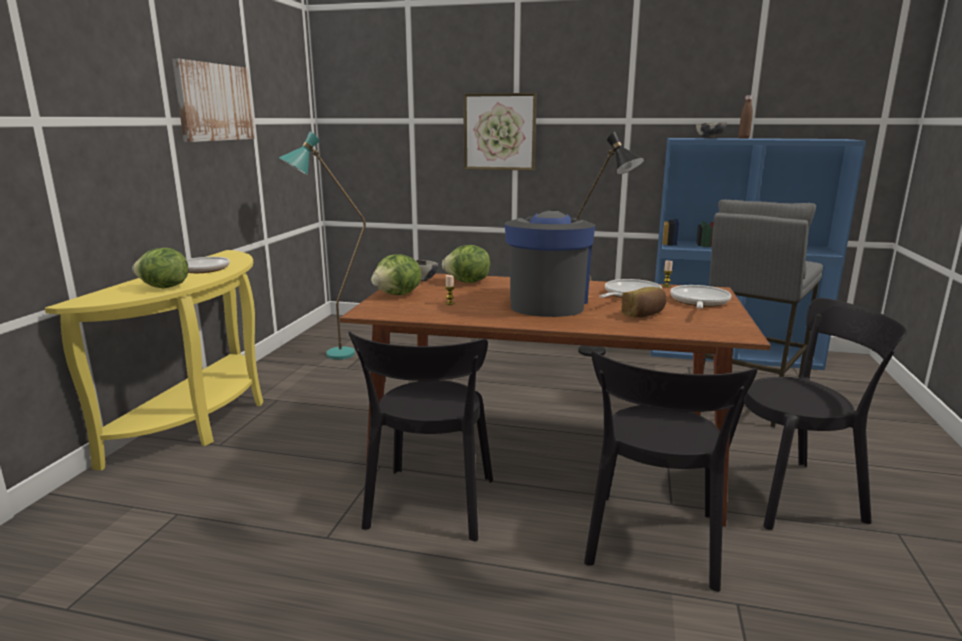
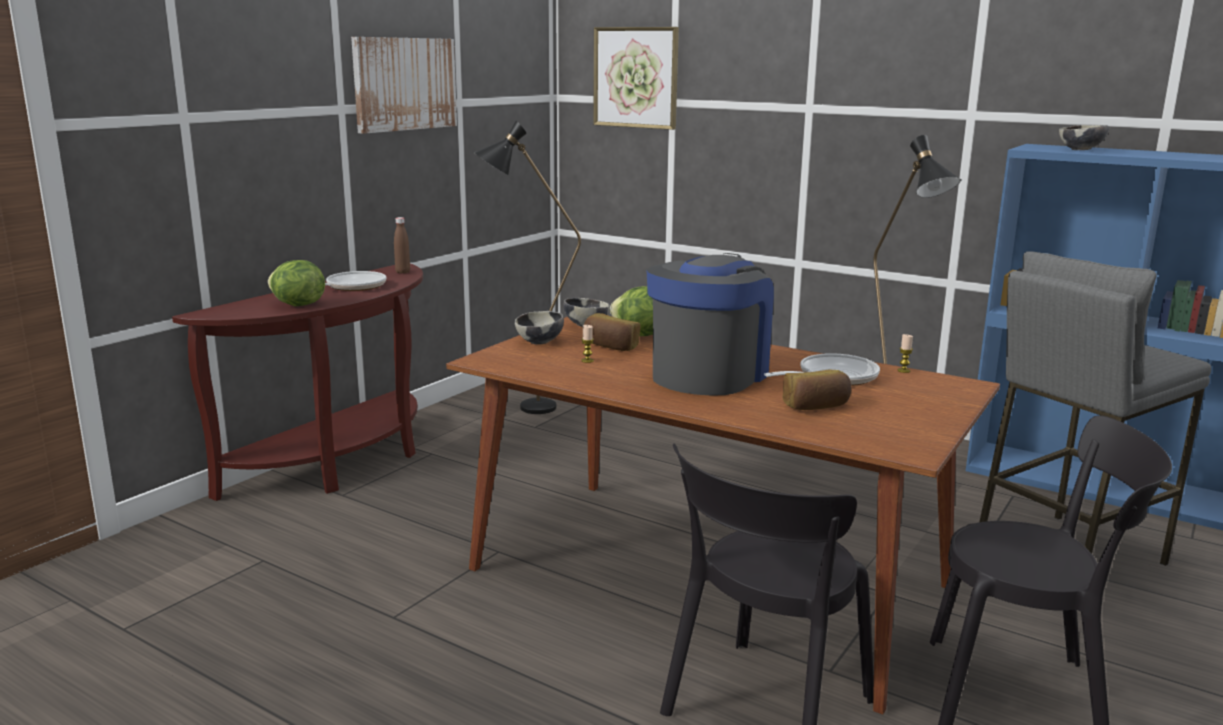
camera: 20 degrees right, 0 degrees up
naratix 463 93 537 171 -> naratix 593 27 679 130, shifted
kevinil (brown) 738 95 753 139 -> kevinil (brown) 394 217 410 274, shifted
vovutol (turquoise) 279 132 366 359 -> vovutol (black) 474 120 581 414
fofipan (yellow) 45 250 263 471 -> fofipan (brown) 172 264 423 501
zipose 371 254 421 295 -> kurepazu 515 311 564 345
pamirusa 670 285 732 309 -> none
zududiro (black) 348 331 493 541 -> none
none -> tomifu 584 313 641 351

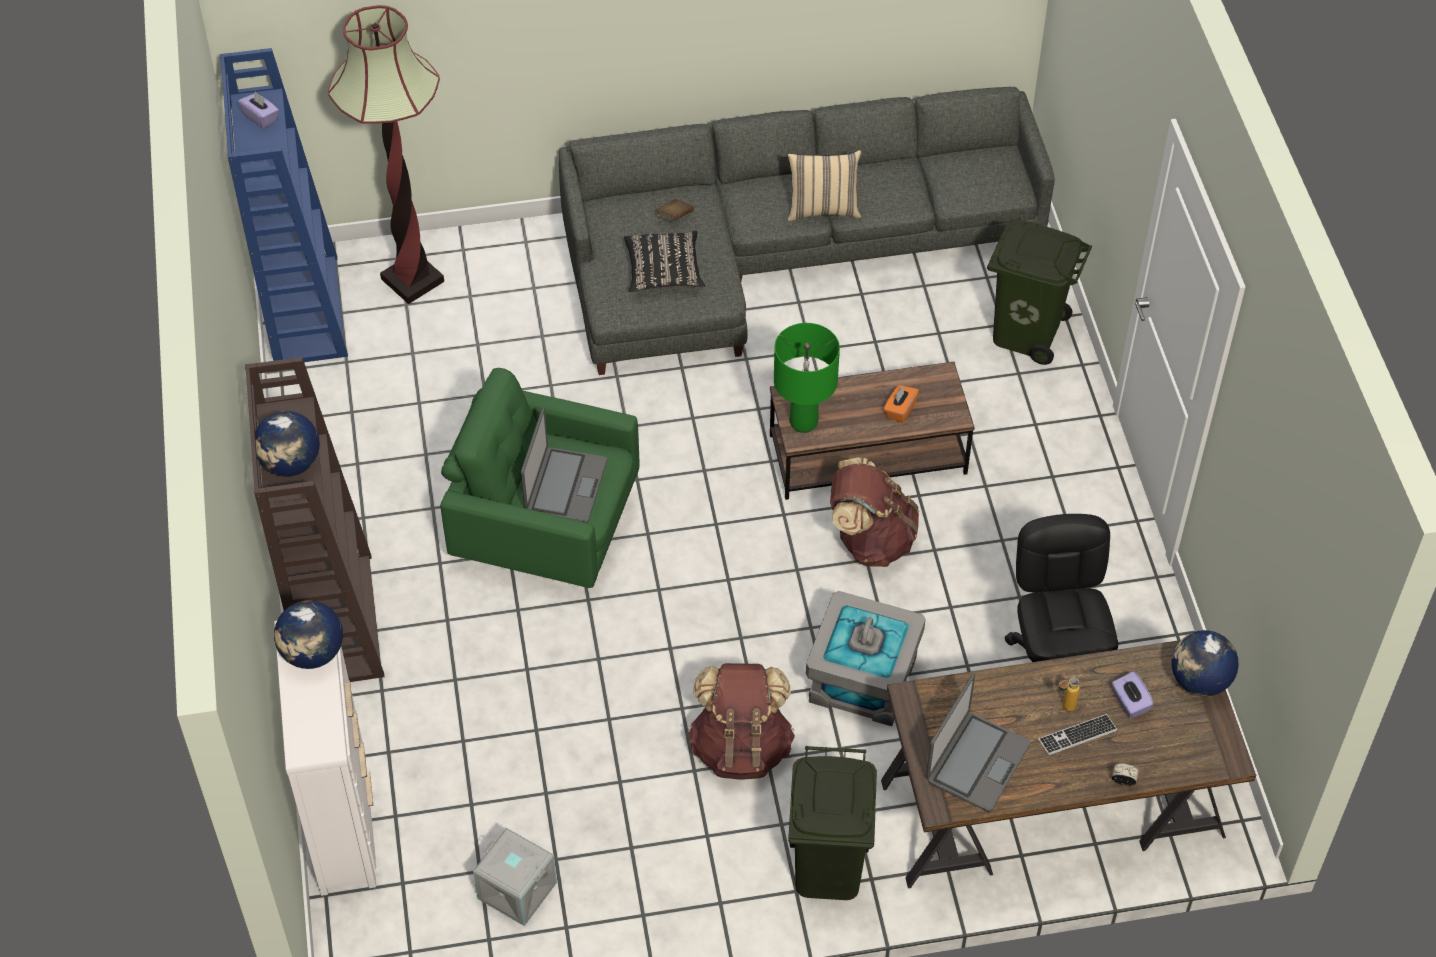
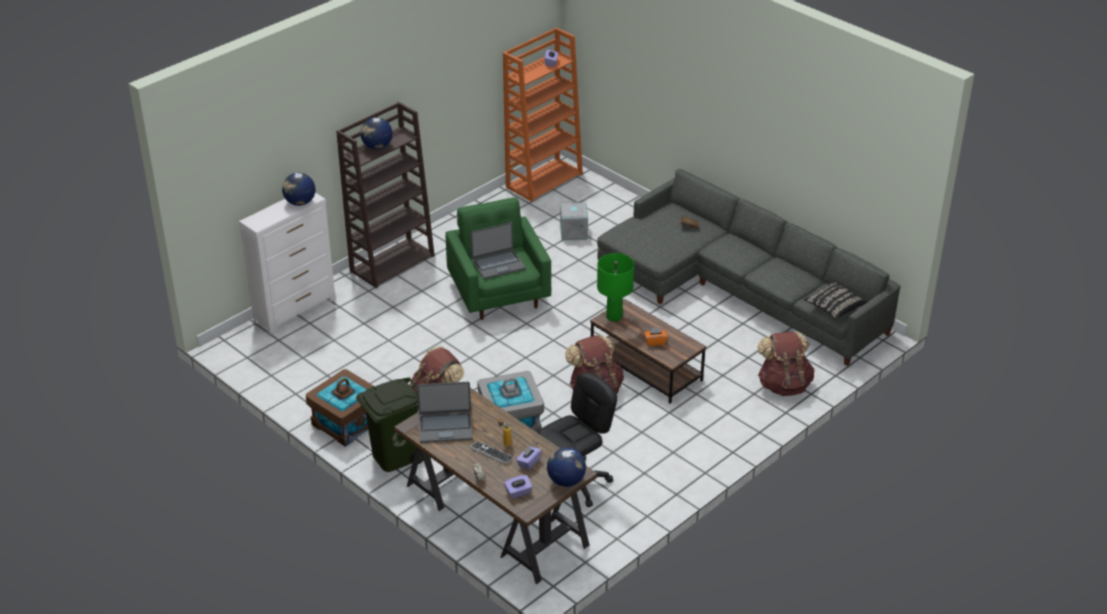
camera: 55 degrees right, 15 degrees down
vovutol 328 5 444 304 -> none
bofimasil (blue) 220 48 348 362 -> bofimasil (orange) 503 27 583 202
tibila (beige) 788 150 861 221 -> none
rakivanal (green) 987 218 1092 365 -> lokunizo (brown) 758 331 814 396
tibila (black) 624 231 705 292 -> tibila (black) 804 282 867 320, shifted
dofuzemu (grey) 473 828 557 926 -> dofuzemu (grey) 560 202 588 241, shifted
none -> dofuzemu (brown) 306 369 373 447
none -> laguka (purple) 504 475 532 499

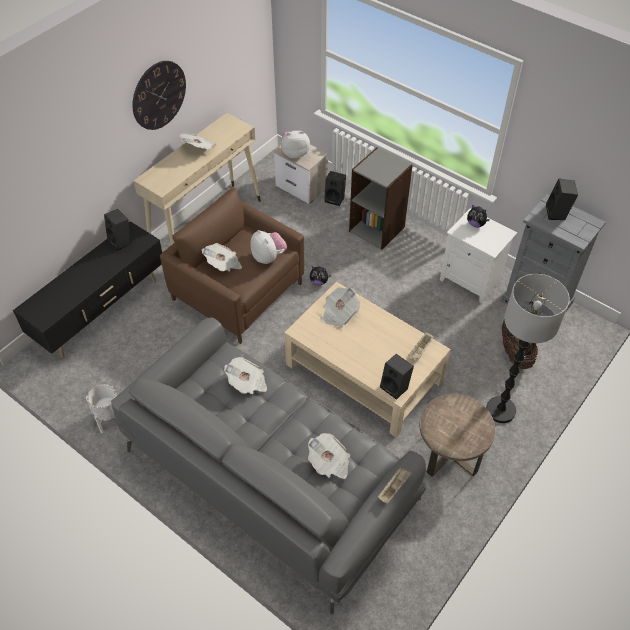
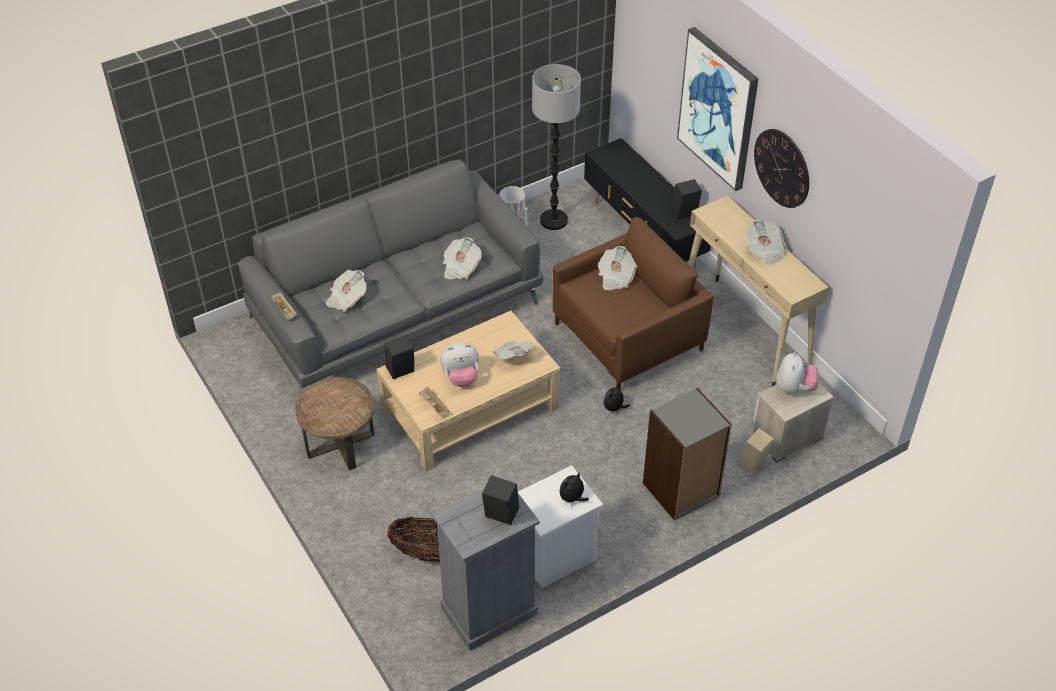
camera: 110 degrees right, 5 degrees down
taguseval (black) 324 171 346 206 -> taguseval (beige) 738 428 774 474
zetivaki 250 230 287 264 -> zetivaki 440 342 479 387, shifted
vovutol 486 274 570 423 -> vovutol 532 64 581 230, shifted
none -> naratix 677 27 759 191

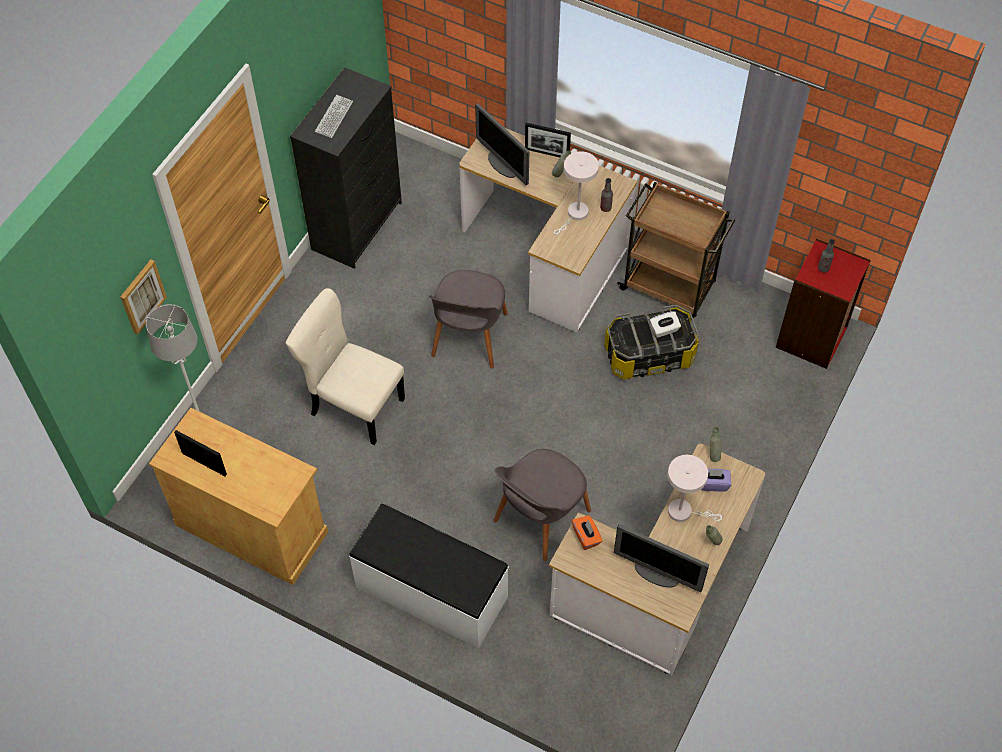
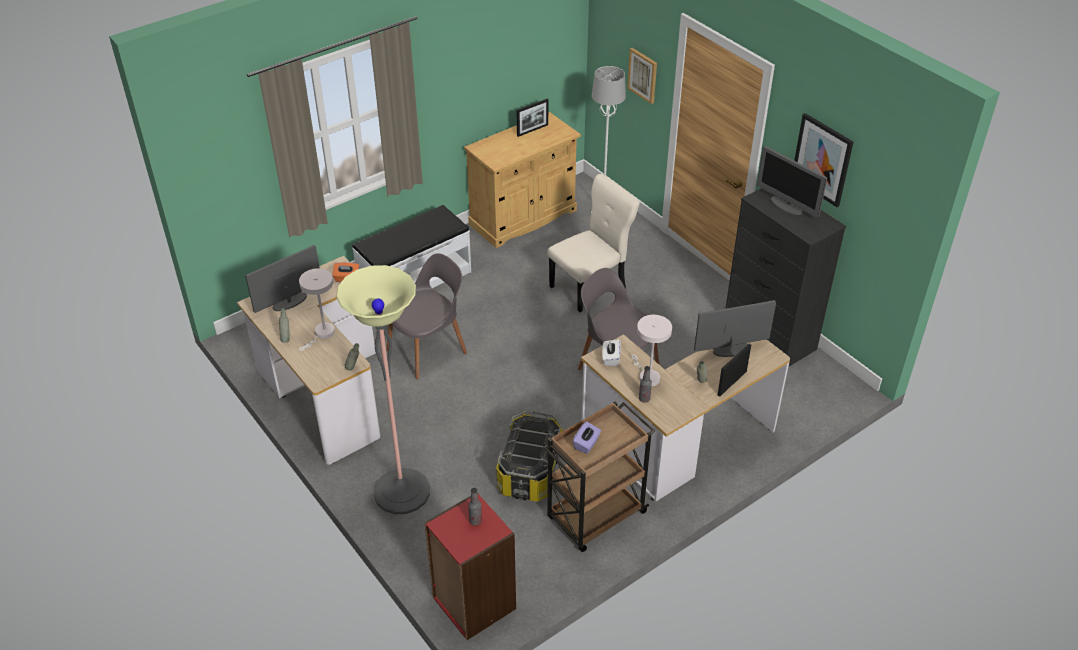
camera: 115 degrees right, 15 degrees down
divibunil 315 95 353 138 -> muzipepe 757 146 827 218
laguka (white) 650 311 681 338 -> laguka (white) 602 339 621 366, shifted
zududiro (grey) 493 449 591 561 -> zududiro (grey) 387 253 467 380, 75 degrees clockwise
laguka (purple) 701 469 732 492 -> laguka (purple) 573 421 601 454, shifted
none -> naratix 794 113 853 207
none -> vovutol 336 265 430 514

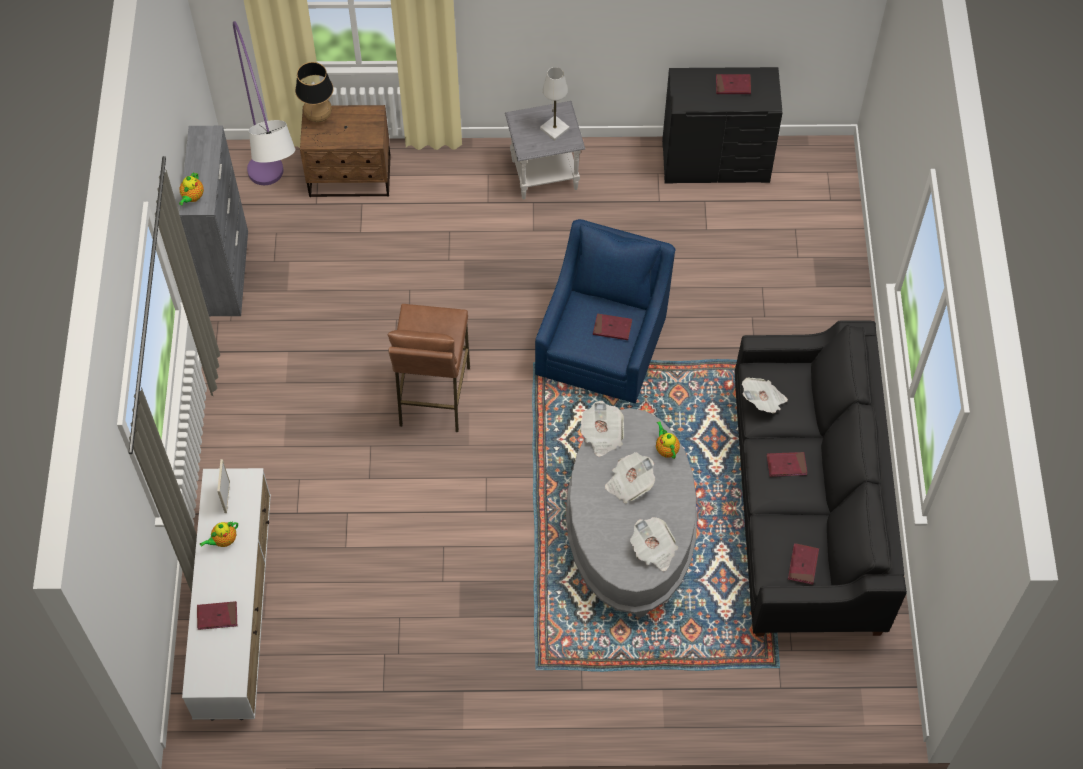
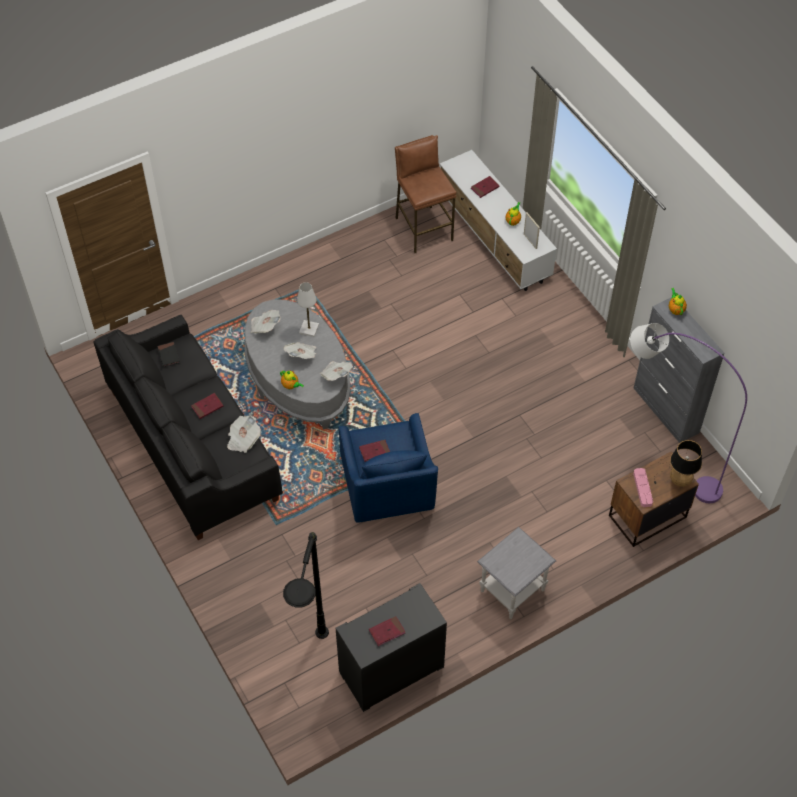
camera: 150 degrees right, 5 degrees down
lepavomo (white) 540 67 570 141 -> lepavomo (white) 297 282 319 337, shifted
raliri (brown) 388 304 470 432 -> raliri (brown) 395 135 456 253, shifted
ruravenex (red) 788 543 819 585 -> ruravenex (black) 157 342 180 367
none -> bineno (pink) 633 468 653 507
none -> vovutol (black) 283 532 329 639

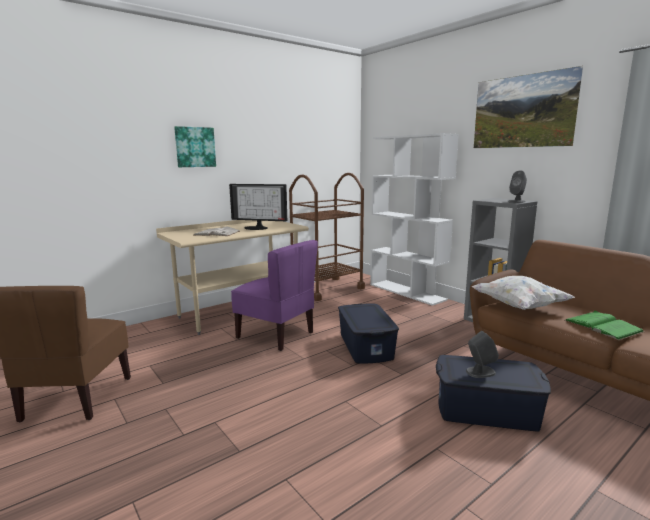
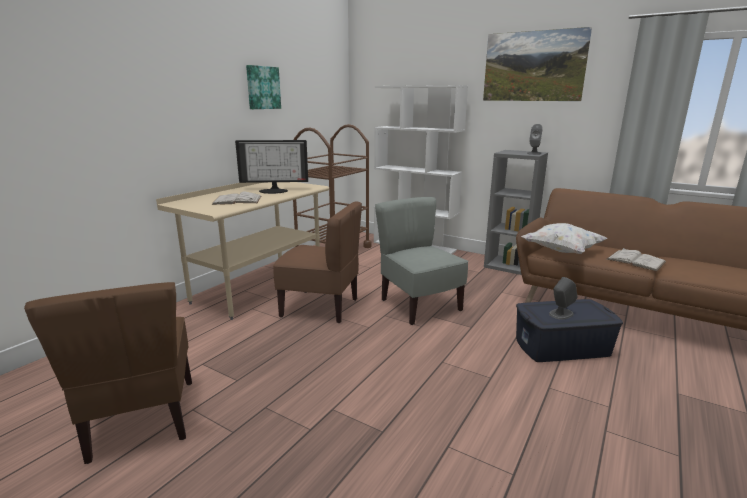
camera: 20 degrees left, 5 degrees up
naratix 174 126 216 167 -> naratix 246 65 281 109, shifted
zududiro (purple) 231 240 318 351 -> zududiro (brown) 273 202 362 323
dofuzemu (blue) 338 304 399 364 -> zududiro (grey) 375 197 469 325
ruravenex (green) 564 310 644 340 -> ruravenex (white) 606 248 666 271

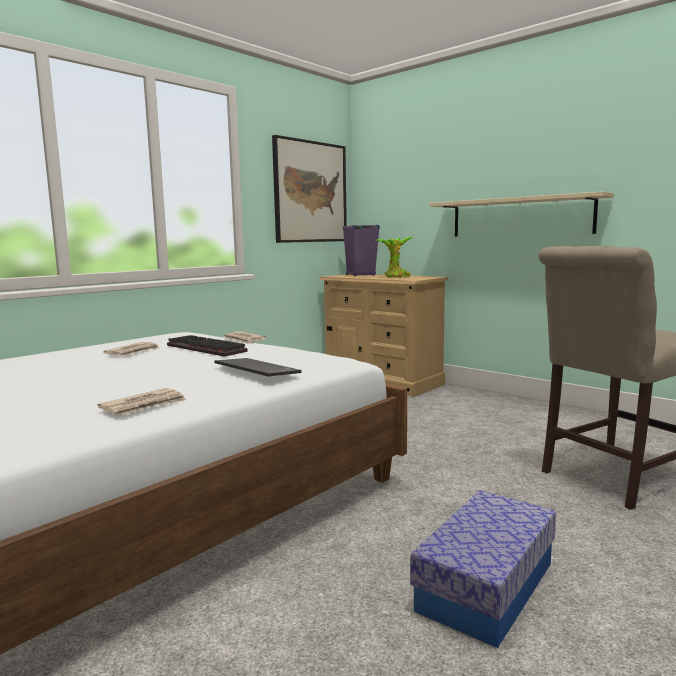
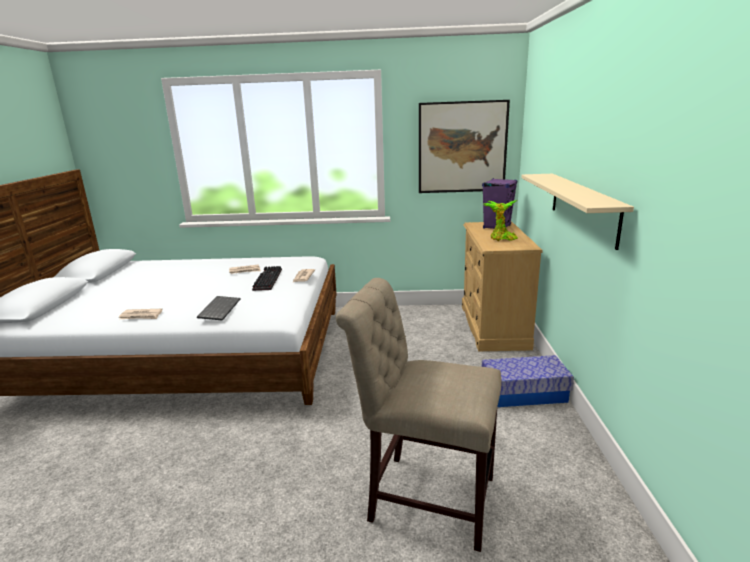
camera: 50 degrees right, 10 degrees up
dofuzemu 410 490 556 648 -> dofuzemu 482 355 574 407, shifted

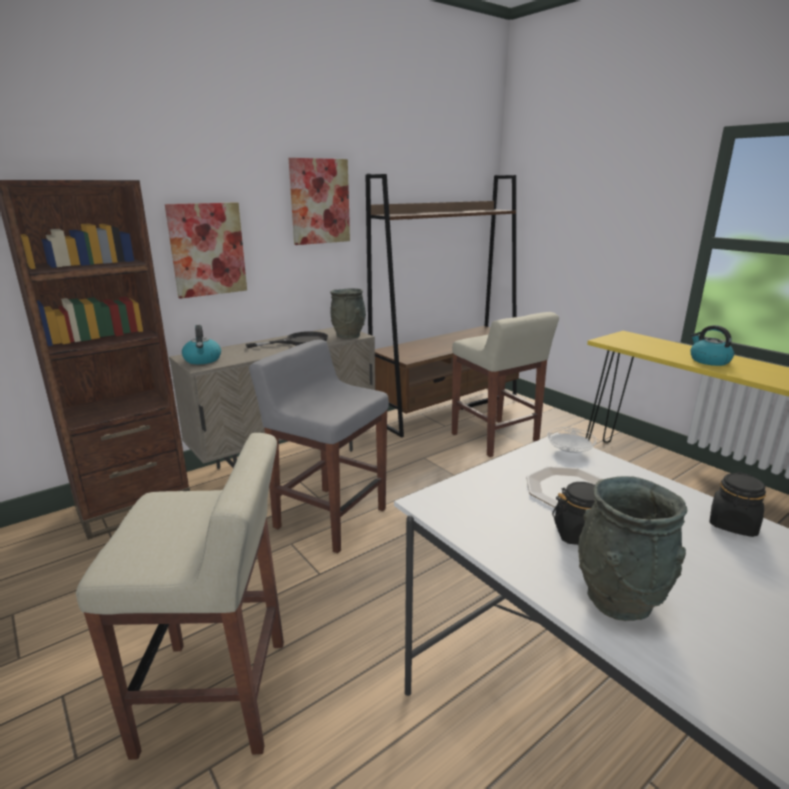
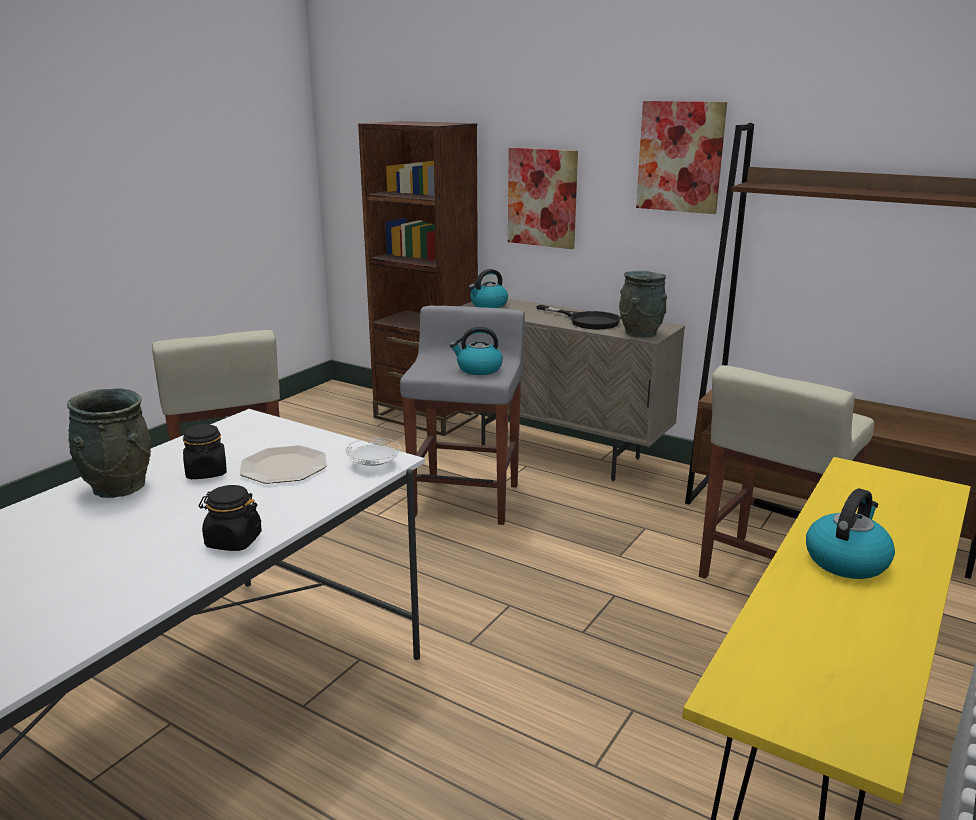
camera: 70 degrees right, 0 degrees up
none -> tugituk 450 327 503 375

